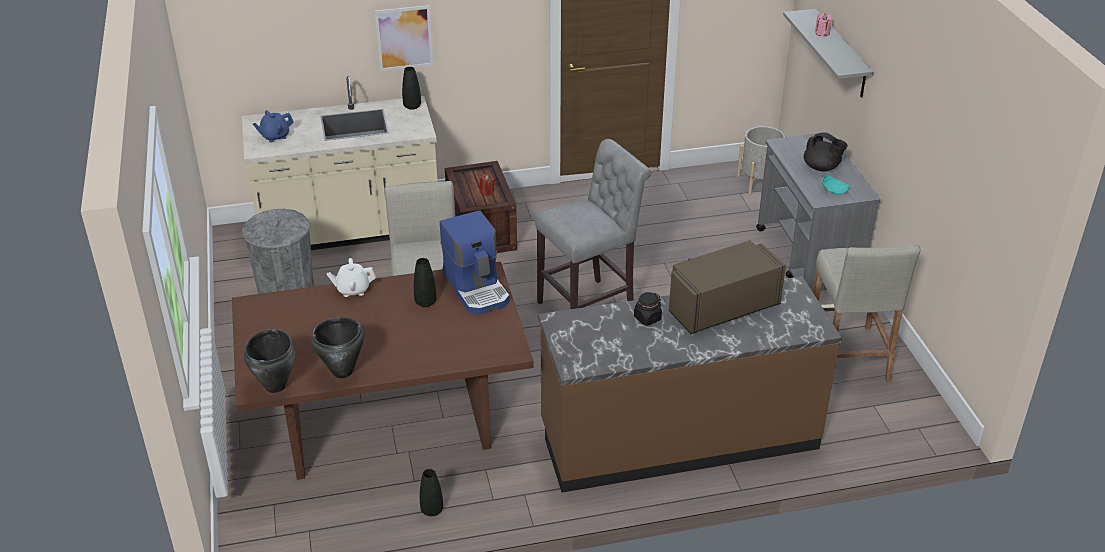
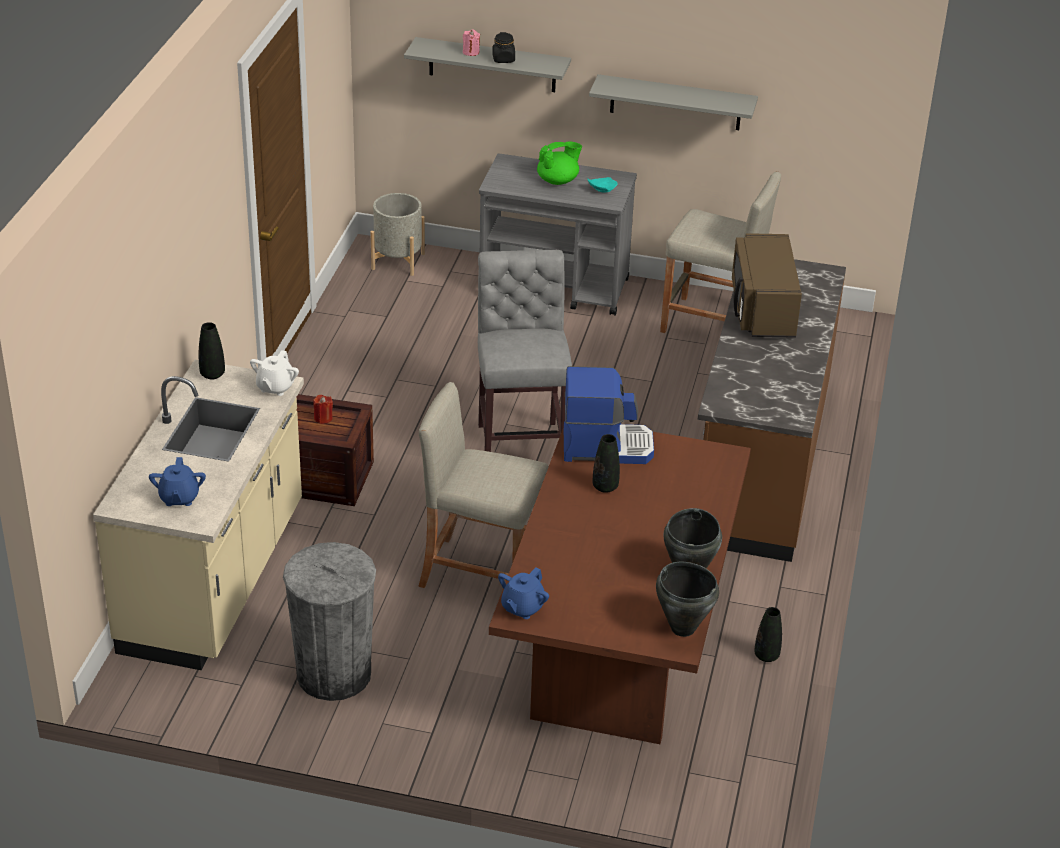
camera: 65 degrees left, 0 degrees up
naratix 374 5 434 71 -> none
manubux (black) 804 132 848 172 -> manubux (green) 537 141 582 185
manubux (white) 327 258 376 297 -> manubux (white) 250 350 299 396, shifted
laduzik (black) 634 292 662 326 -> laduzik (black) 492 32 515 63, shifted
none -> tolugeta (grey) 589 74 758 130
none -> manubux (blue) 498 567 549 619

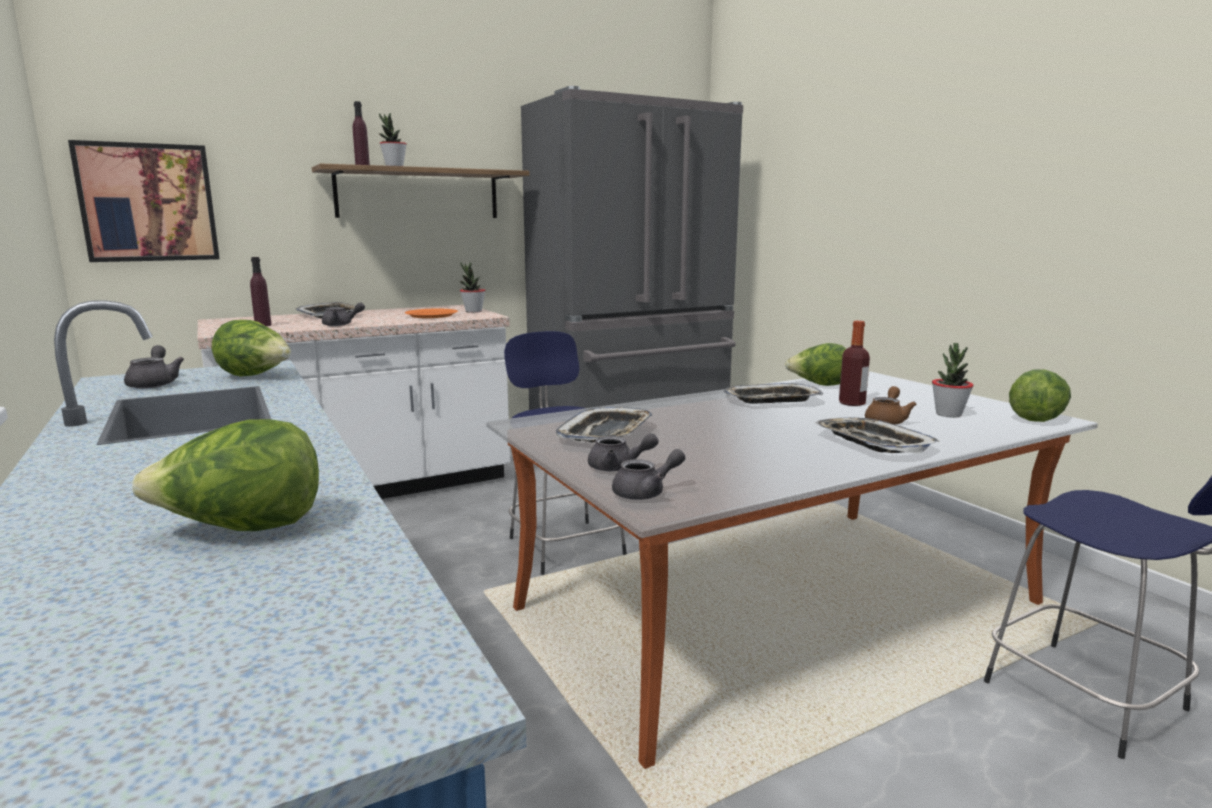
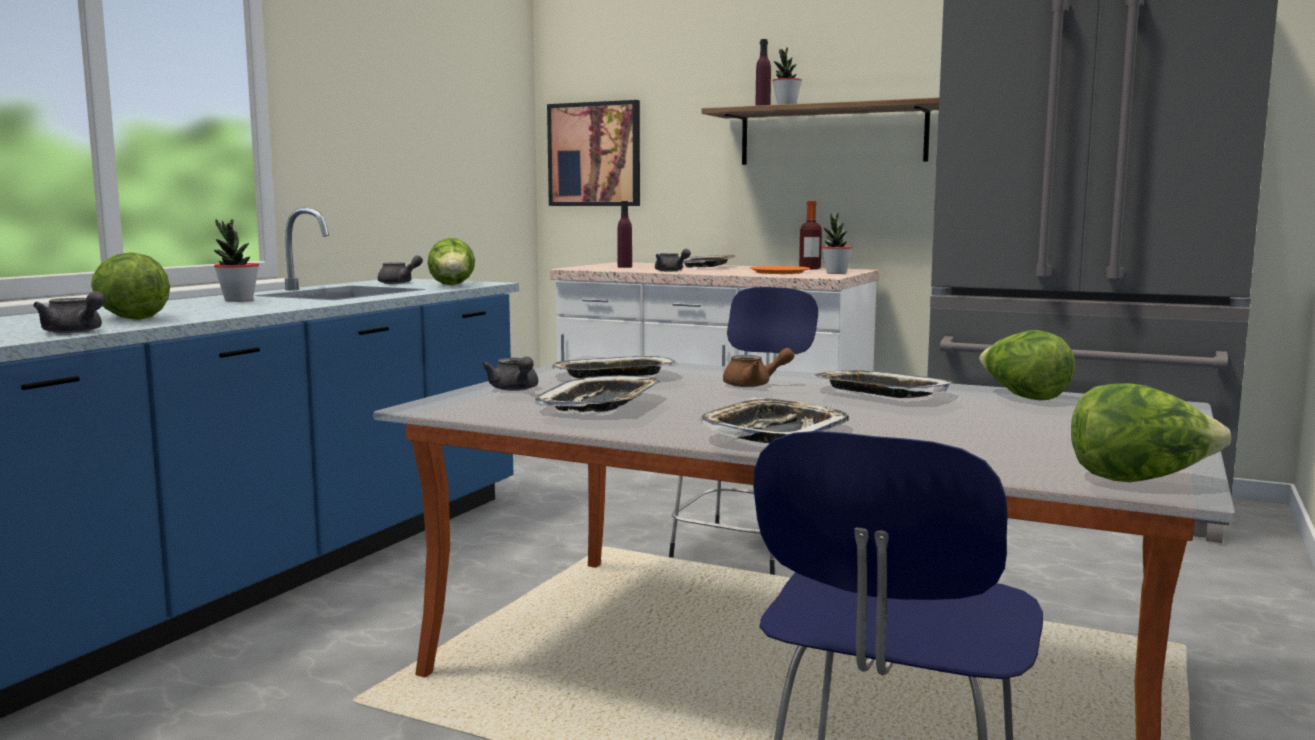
camera: 55 degrees right, 5 degrees down
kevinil 839 321 870 406 -> kevinil 799 201 822 269, shifted
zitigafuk 932 343 974 417 -> zitigafuk 214 219 259 302, shifted
manubux (brown) 865 386 917 424 -> manubux (brown) 723 348 795 387, shifted
manubux (grey) 612 449 685 500 -> manubux (grey) 33 291 105 333, shifted
none -> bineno 535 375 660 412

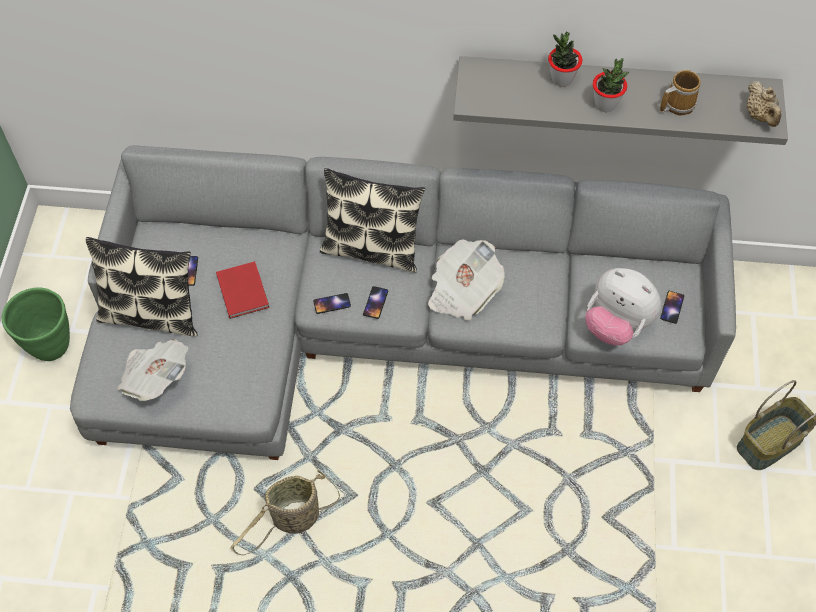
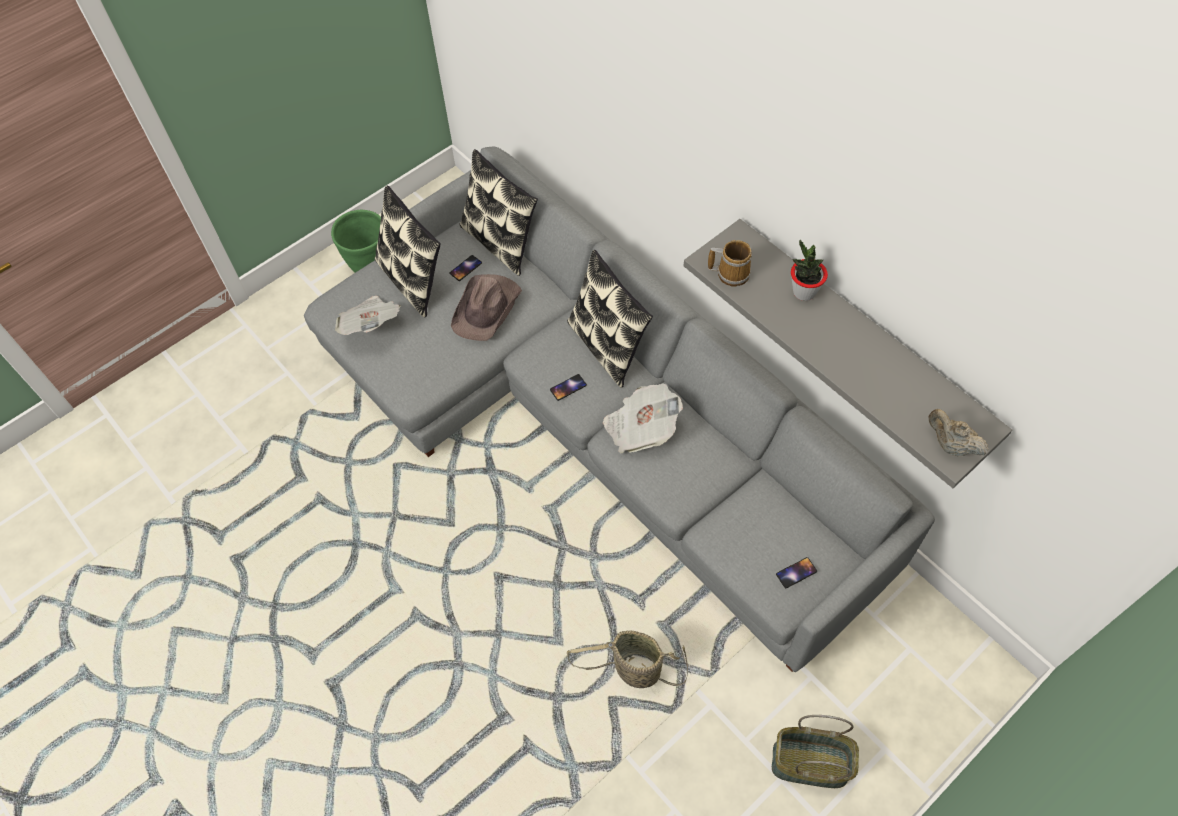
camera: 45 degrees right, 0 degrees up
zitigafuk 593 58 630 112 -> none
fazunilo 660 70 701 115 -> fazunilo 708 240 752 287, shifted
manubux (beige) 747 81 781 127 -> manubux (beige) 929 409 988 456, 105 degrees clockwise
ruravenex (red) 216 261 269 319 -> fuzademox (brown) 451 274 522 341
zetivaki 585 268 661 345 -> none
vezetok 313 293 351 314 -> none
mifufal 230 469 340 556 -> mifufal 567 630 688 688, shifted
none -> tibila 459 149 538 276

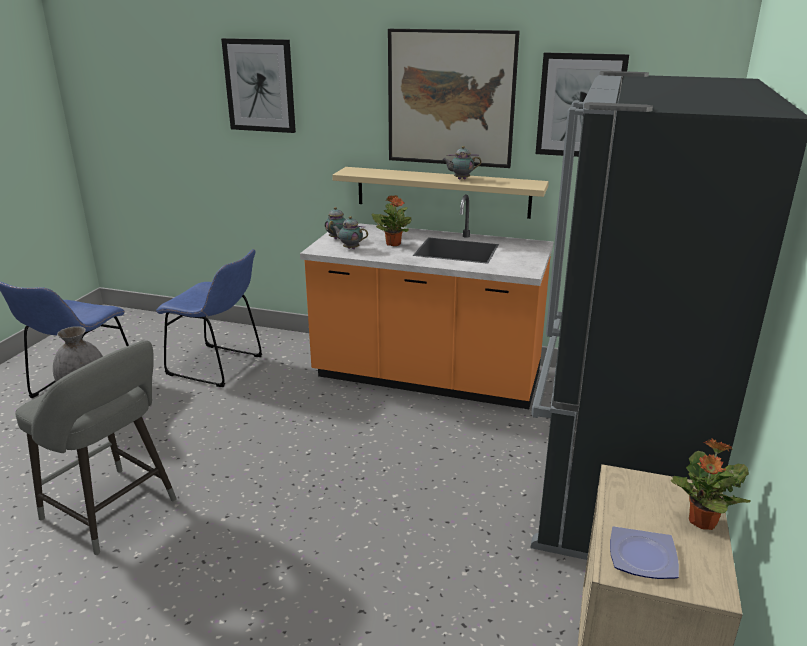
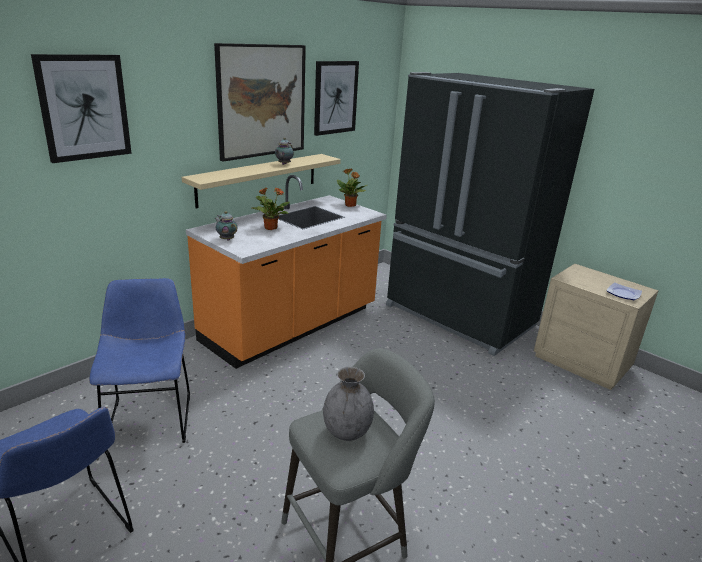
camera: 65 degrees left, 0 degrees up
manubux 332 216 368 249 -> none
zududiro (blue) 156 249 262 387 -> zududiro (blue) 89 278 190 443, 60 degrees counterclockwise
zitigafuk 670 439 751 530 -> zitigafuk 337 169 367 207, shifted

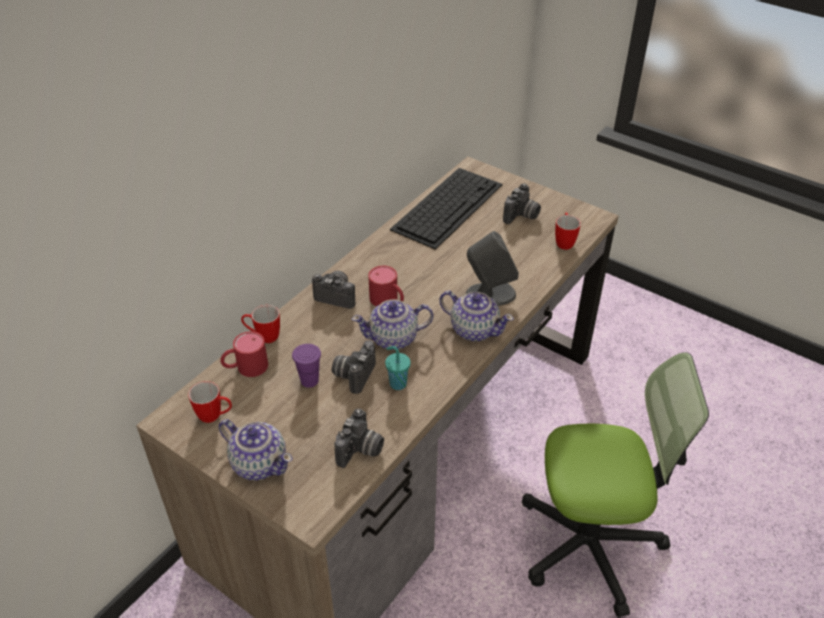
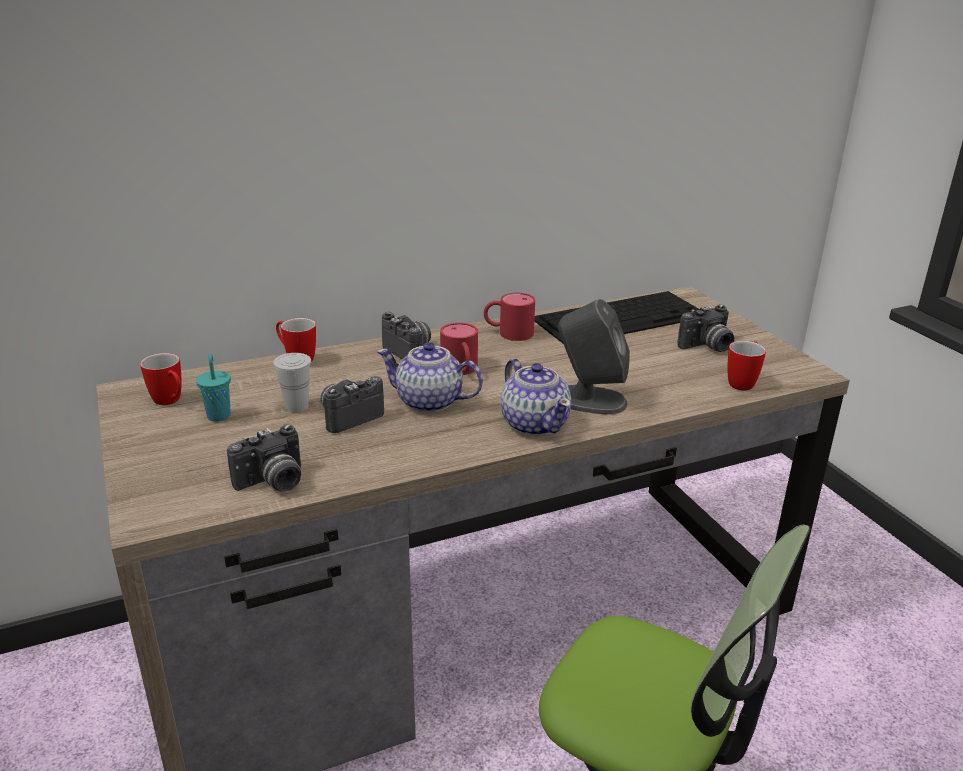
camera: 30 degrees right, 15 degrees down
fazunilo (red) 220 331 268 377 -> fazunilo (red) 484 293 535 341, shifted
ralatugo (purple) 292 344 321 388 -> ralatugo (white) 273 353 312 412
ralatugo (turquoise) 385 346 410 390 -> ralatugo (turquoise) 196 354 231 422, shifted
manubux 219 419 292 481 -> none

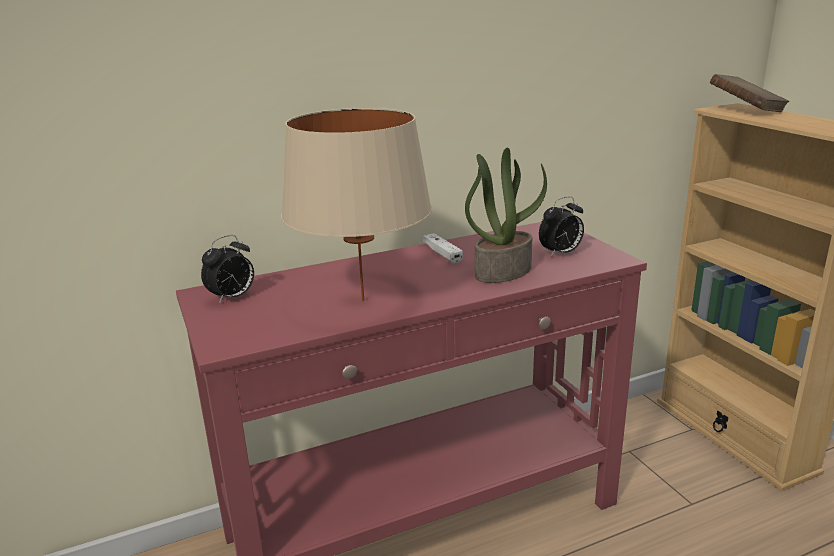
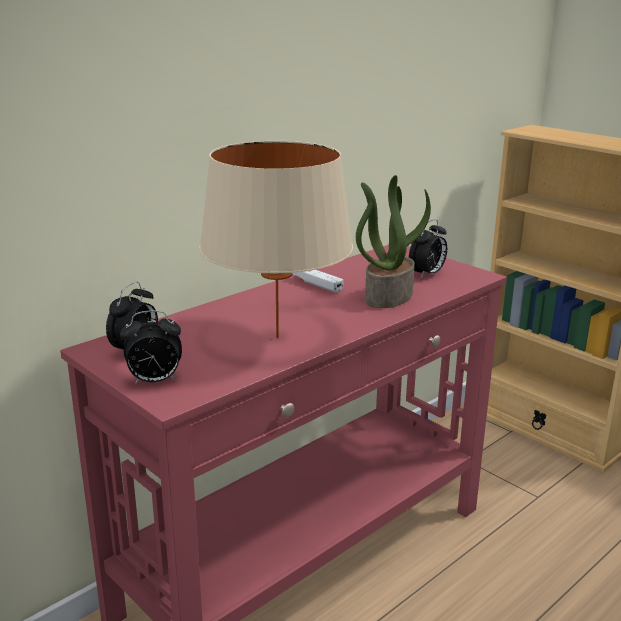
camera: 20 degrees left, 0 degrees up
ruravenex (brown) 710 74 789 112 -> none
none -> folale 120 310 182 384

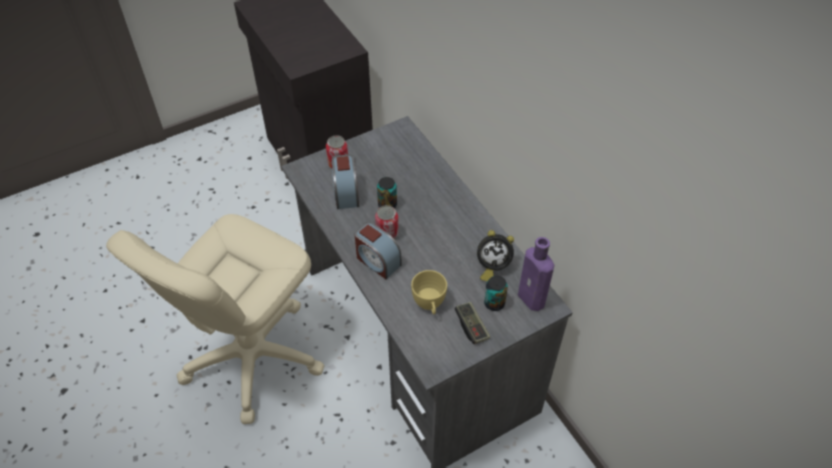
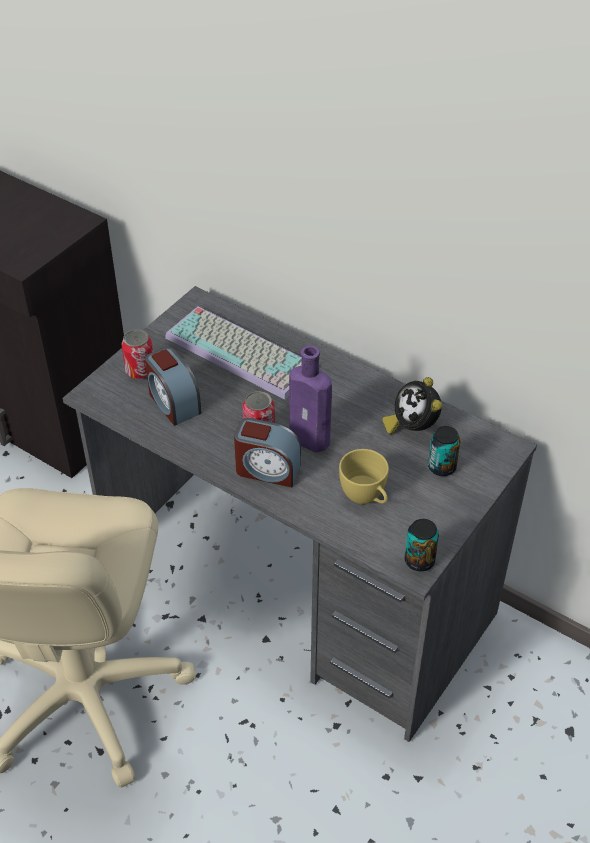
camera: 25 degrees left, 5 degrees down
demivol 377 177 397 208 -> demivol 405 519 439 571, shifted
folale 477 230 514 281 -> folale 382 377 442 434, 90 degrees clockwise
kevinil (purple) 518 237 554 311 -> kevinil (purple) 289 346 332 453, shifted
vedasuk 455 302 490 344 -> none
none -> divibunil 165 306 302 400

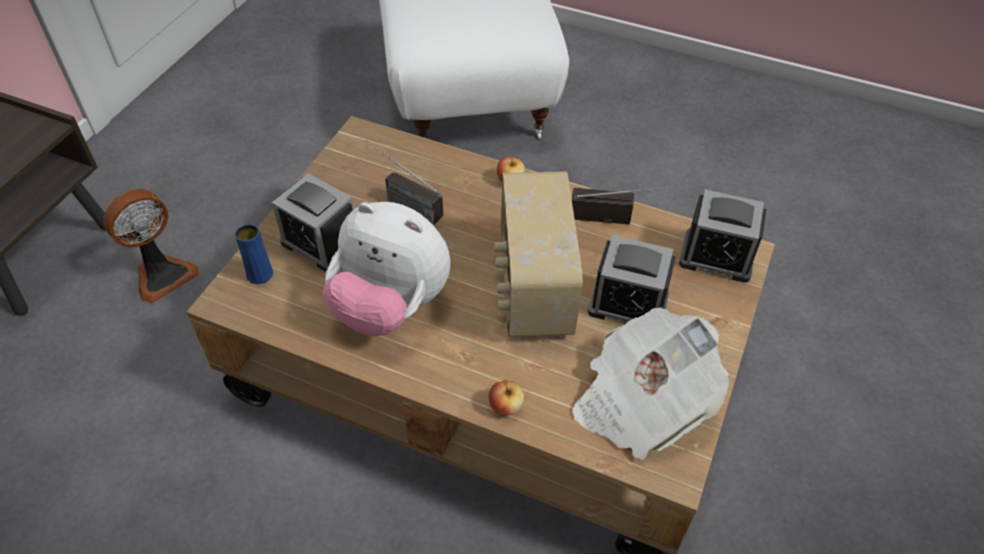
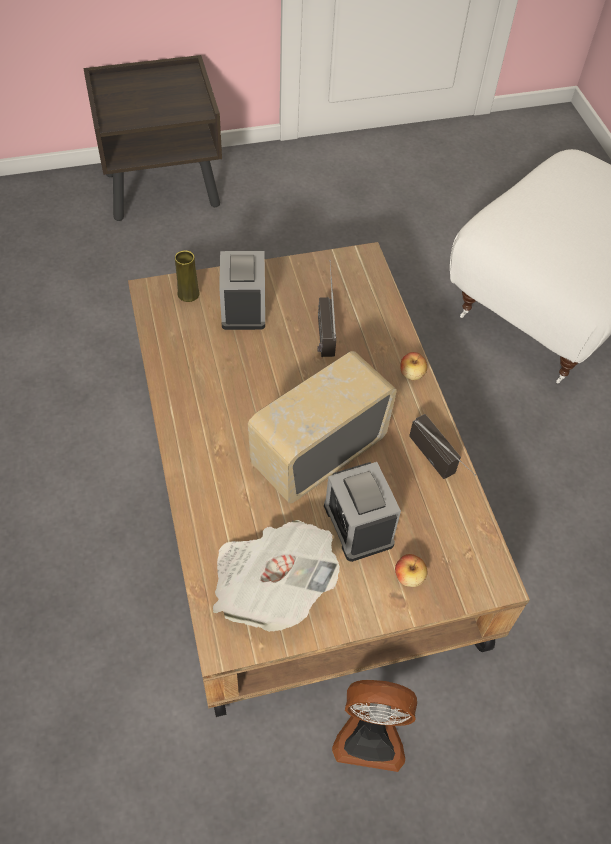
camera: 50 degrees right, 5 degrees up
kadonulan 103 189 199 303 -> kadonulan 332 680 417 772, shifted
folale 679 189 767 283 -> none
zetivaki 323 202 450 336 -> none
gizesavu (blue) 235 224 273 284 -> gizesavu (yellow) 175 250 200 302
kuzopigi 489 380 524 416 -> kuzopigi 395 554 427 587, shifted

